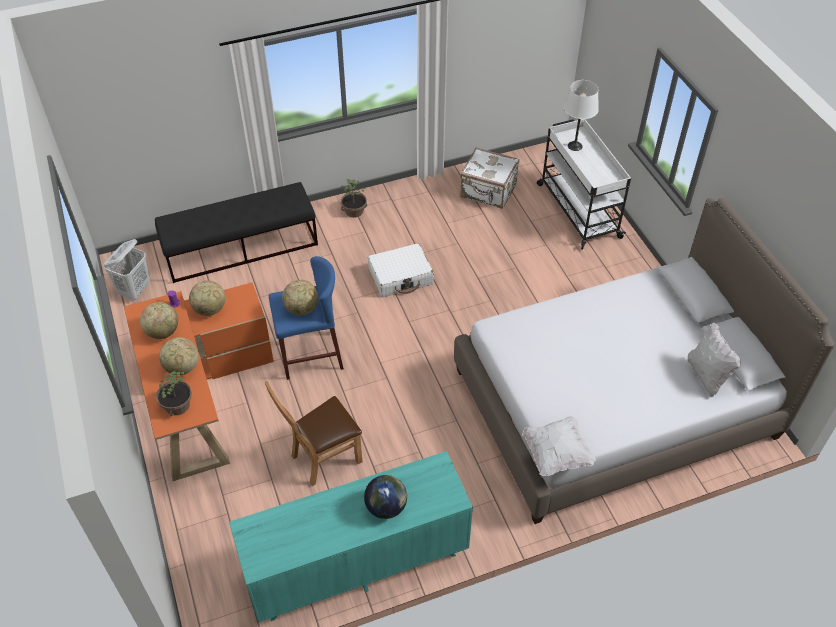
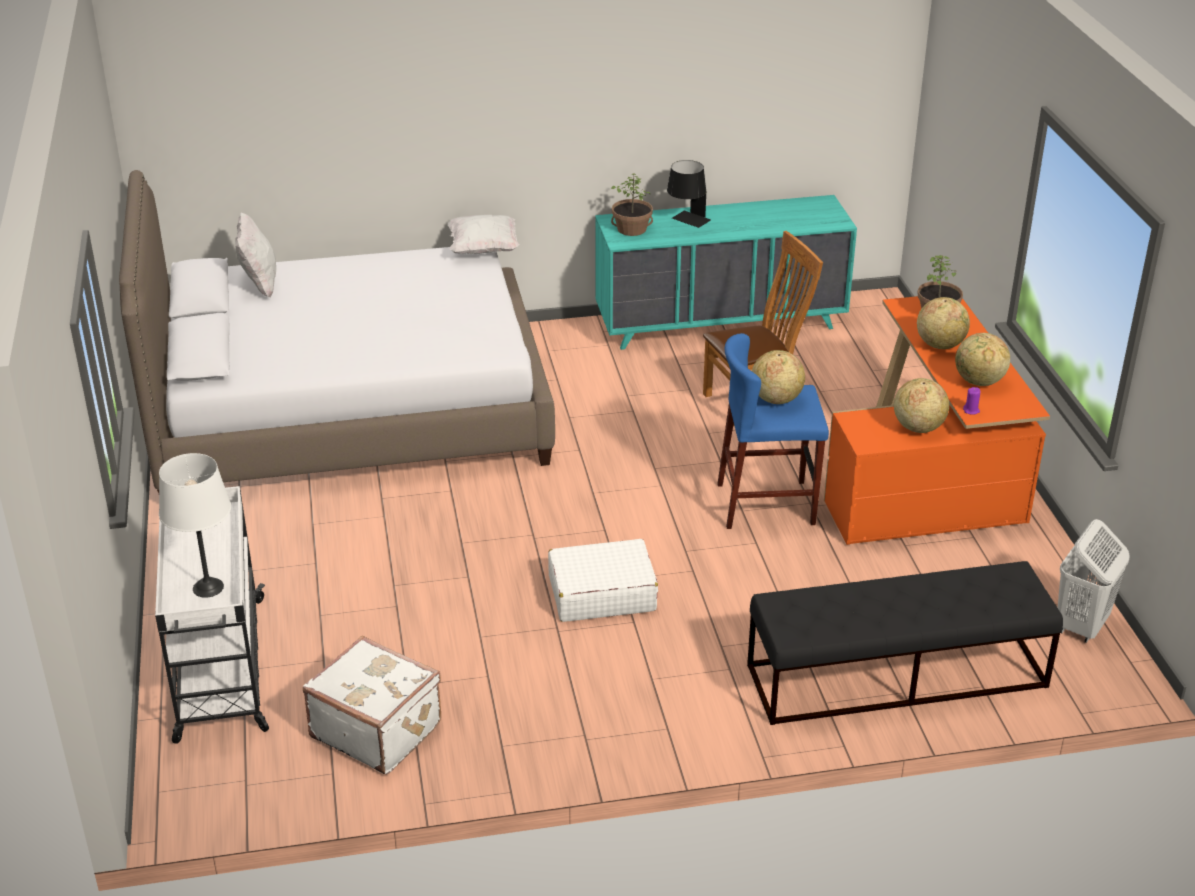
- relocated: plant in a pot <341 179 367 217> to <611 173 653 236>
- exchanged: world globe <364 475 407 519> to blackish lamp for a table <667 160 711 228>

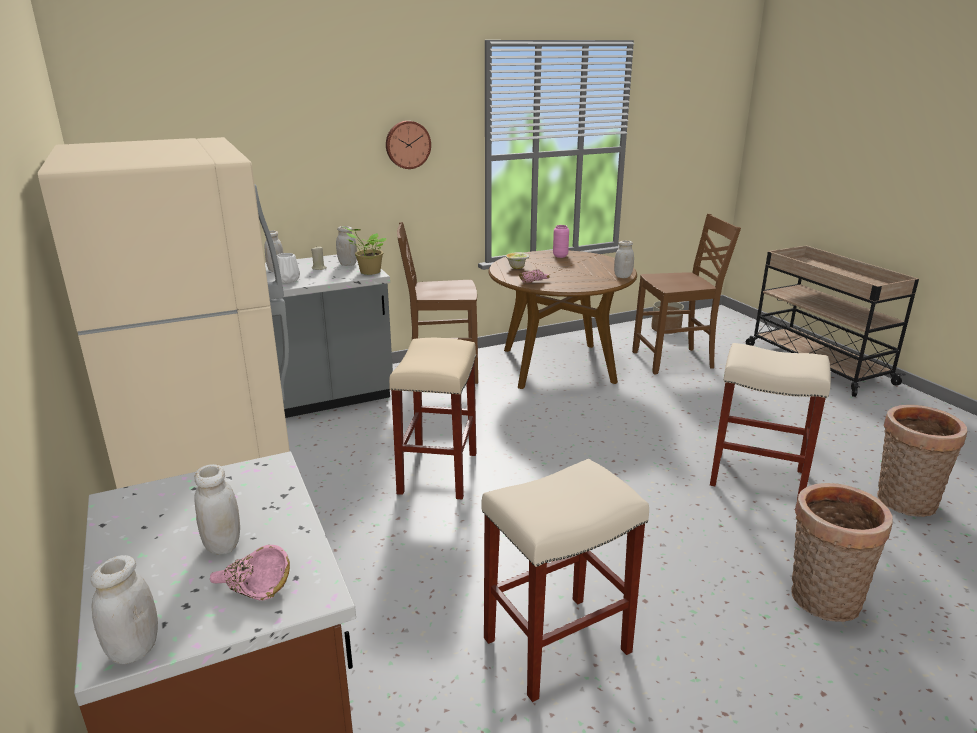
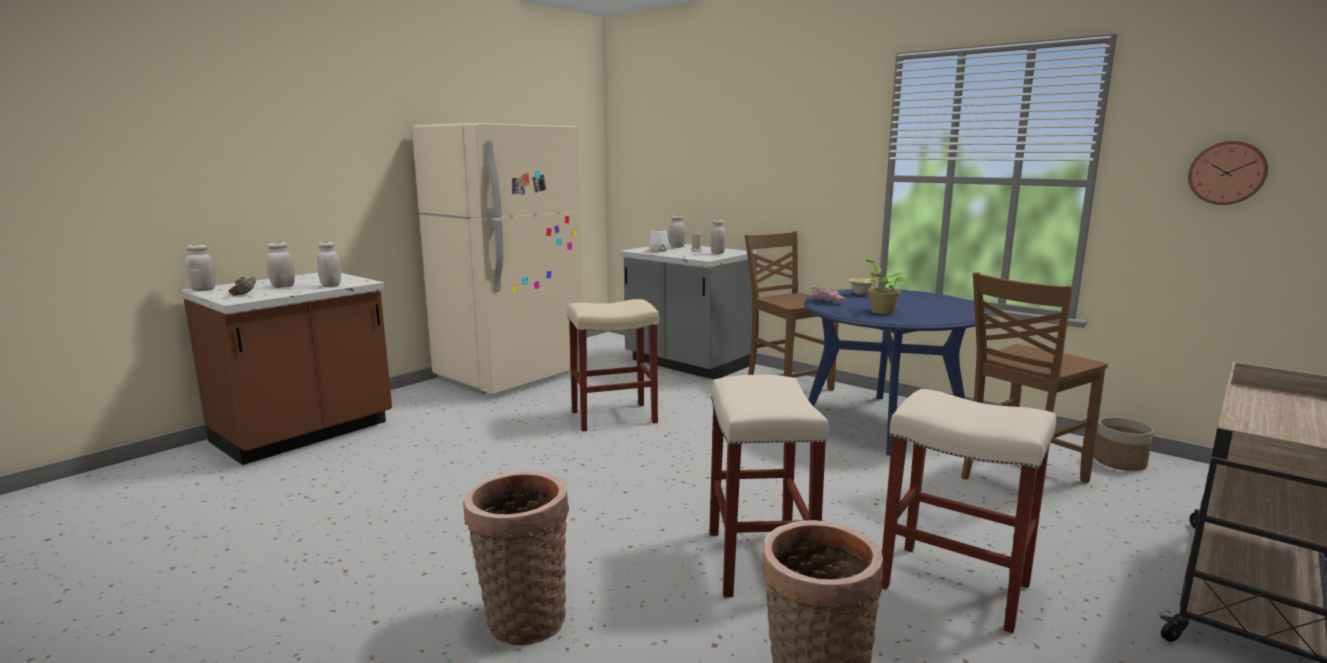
- missing: pink-coloured vase <553 225 569 258>
- relocated: plant in a pot <344 227 386 275> to <865 257 910 314>
- relocated: wall clock <386 121 431 169> to <1188 141 1268 205>
- relocated: sand-coloured stool seat <481 459 649 702> to <882 389 1056 633>
- relocated: white storage jar <614 241 634 278> to <317 242 341 287>
- colour: pink-coloured bowl <210 545 290 601> to gray bowl <228 276 256 296>
- colour: brown dining table <488 250 637 389> to blue-coloured dining table <804 289 990 456>
- spun: brown upright chair <632 214 741 374> = <961 272 1108 483> 90 degrees clockwise

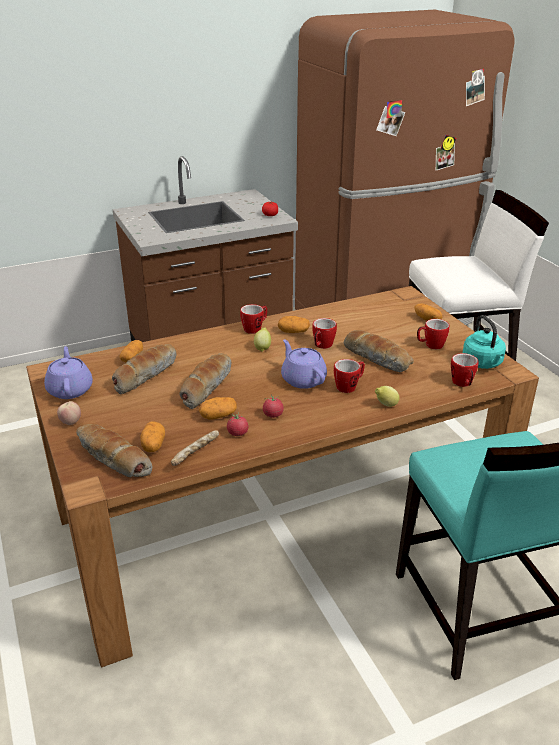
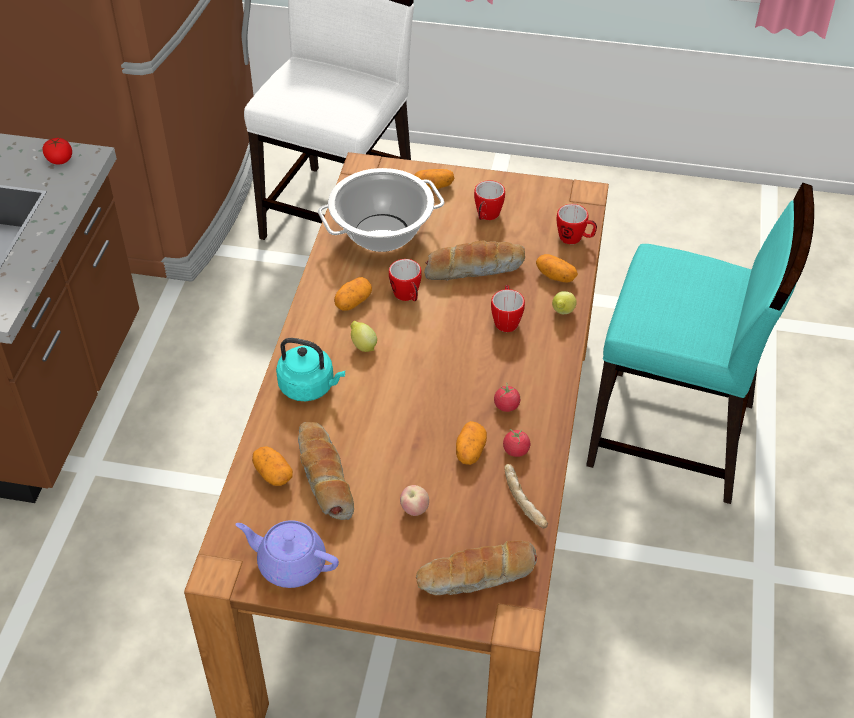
- missing: bakery bread <179 353 231 409>
- missing: mug <240 304 267 334>
- missing: purple pot for tea <281 339 327 389>
- appeared: stockpot <318 168 444 252>
- relocated: apple fruit <57 401 81 425> to <400 485 429 516>
- relocated: spud <140 422 165 452> to <536 254 578 283>
- relocated: turquoise tea kettle <463 315 506 369> to <276 338 345 401>

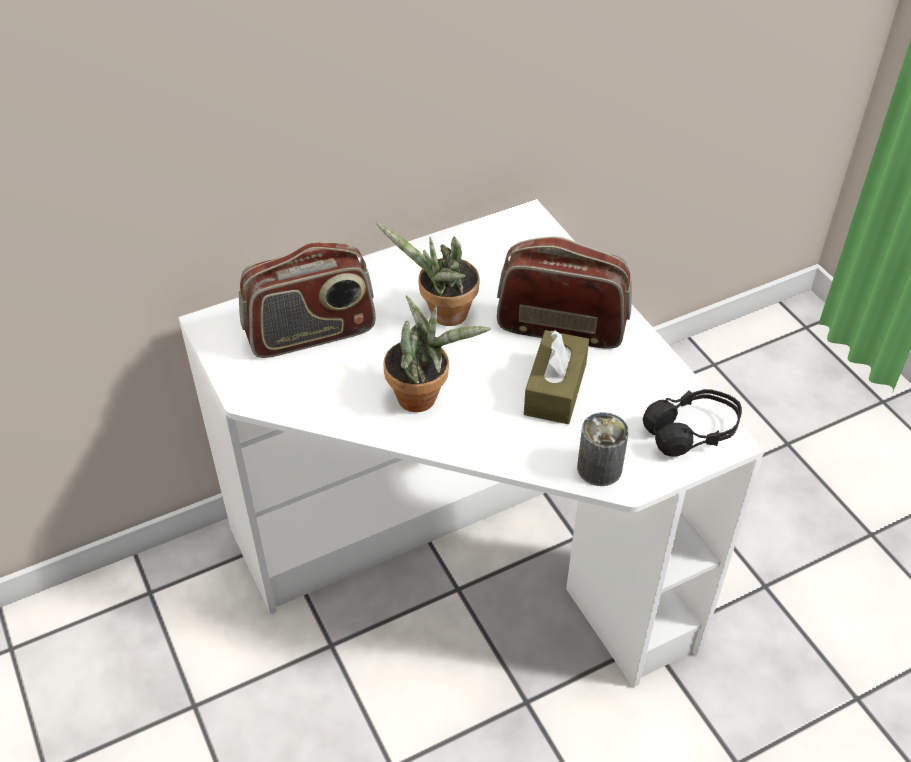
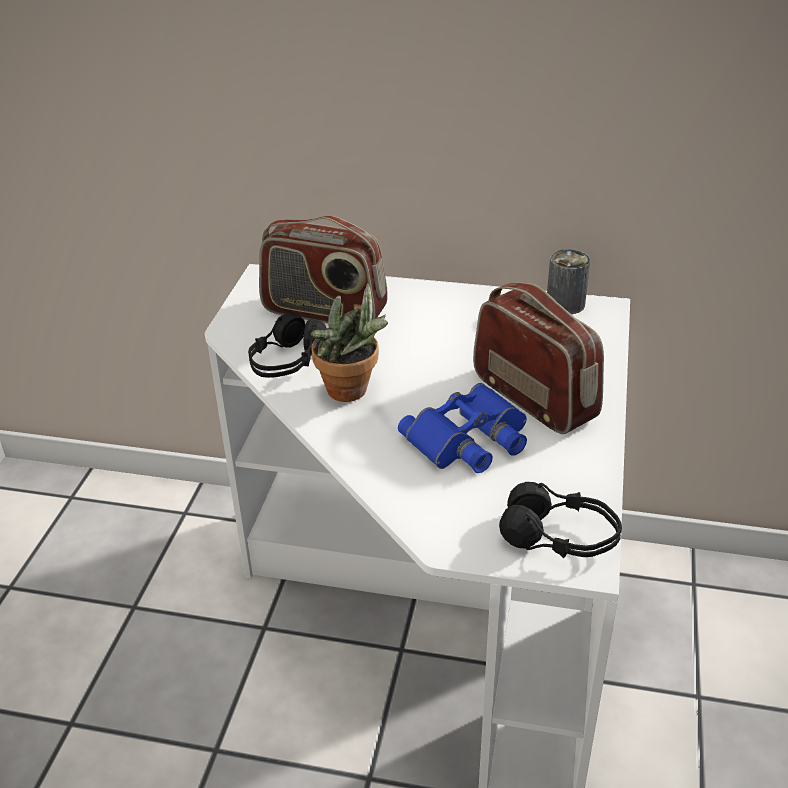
- missing: plant in a pot <377 223 480 326>
- appeared: blackish pair of headphones <248 313 326 378>
- relocated: can <577 412 629 486> to <547 249 590 314>
- exchanged: brown box of tissues <524 330 589 424> to blue-coloured pair of binoculars <398 383 527 473>

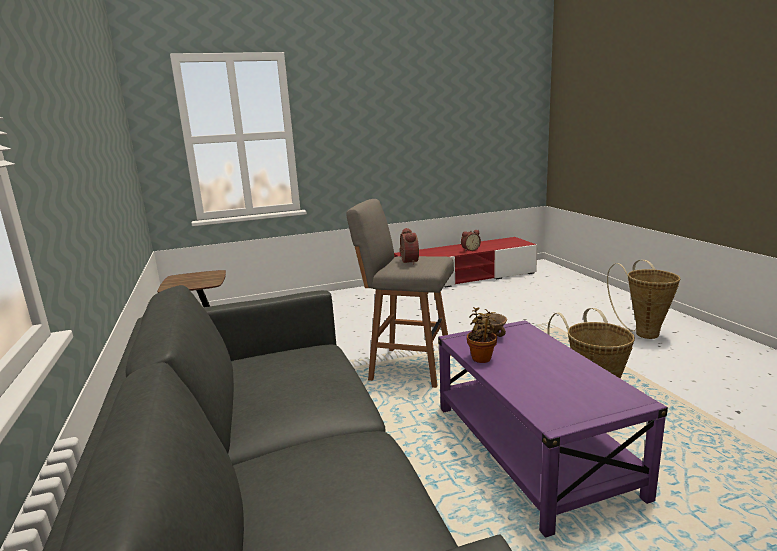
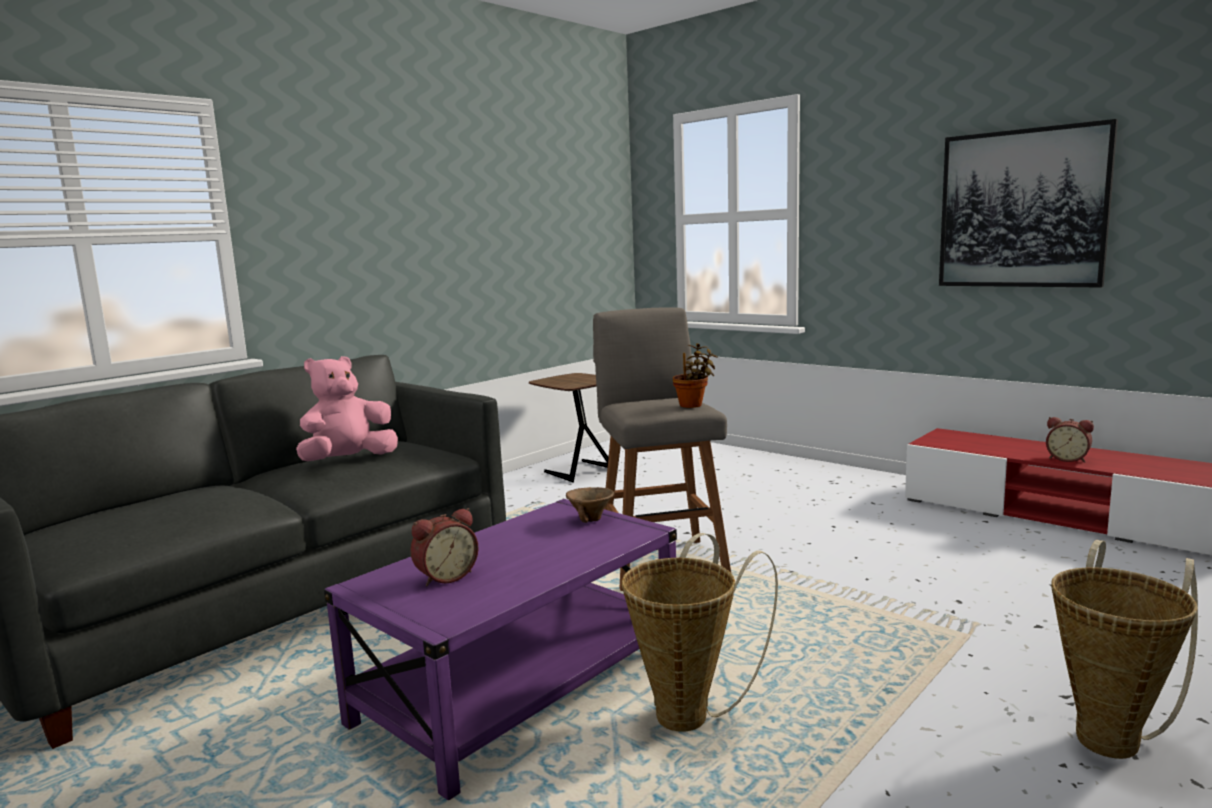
- appeared: pink-coloured cuddly toy <296 356 398 461>
- appeared: wall art <939 119 1118 287>
- relocated: alarm clock <399 228 419 265> to <410 508 479 586>
- relocated: plant in a pot <467 307 497 363> to <673 343 718 408>

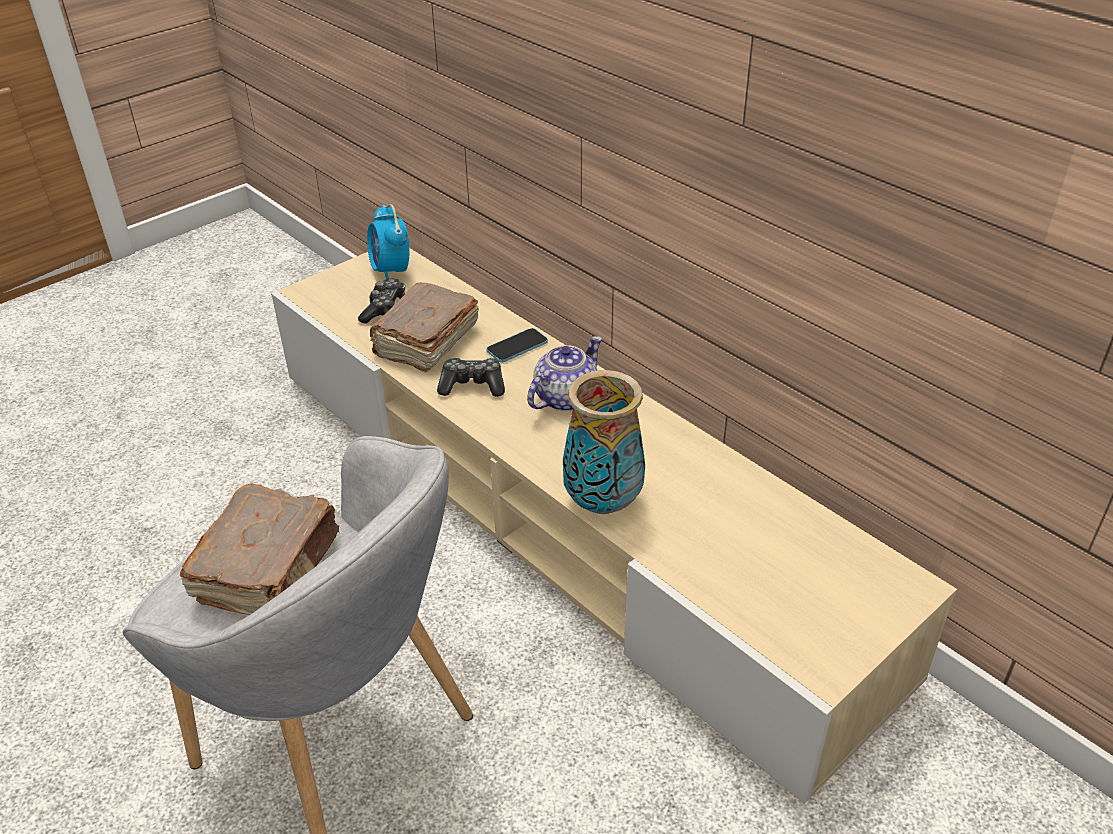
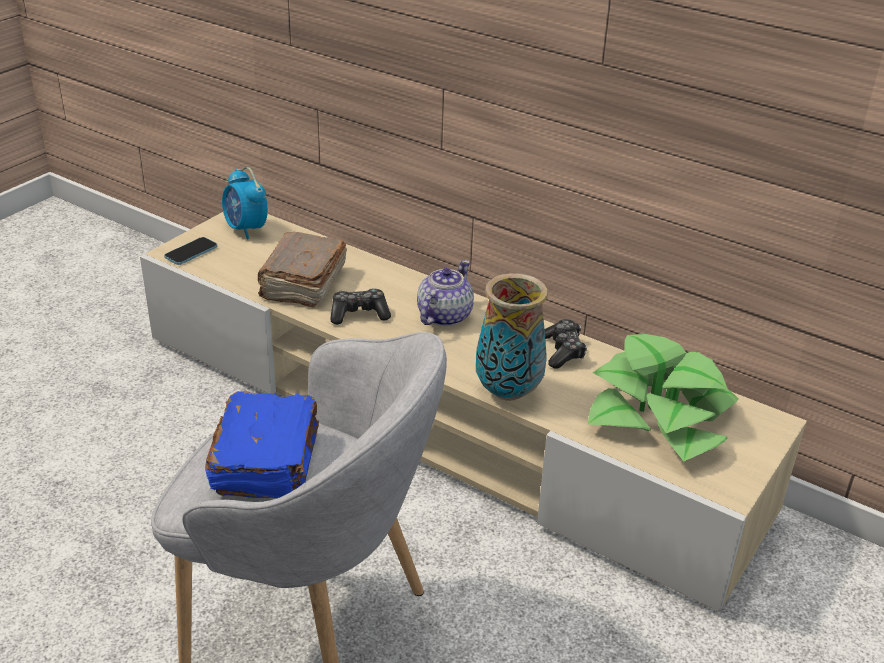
- appeared: plant in a pot <588 334 739 461>
- relocated: game controller <358 278 405 324> to <545 319 587 369>
- relocated: telephone <486 328 548 363> to <164 237 217 265>
- colour: brown volume <180 483 339 615> to blue-coloured volume <205 391 319 498>

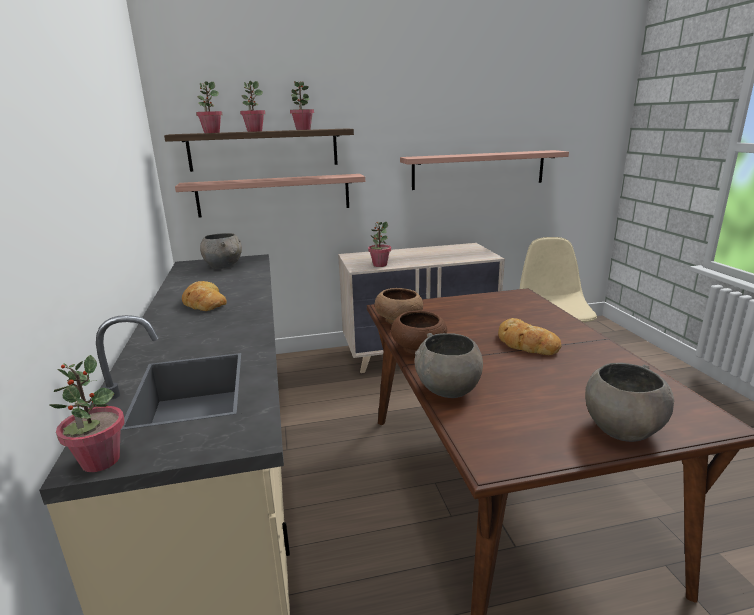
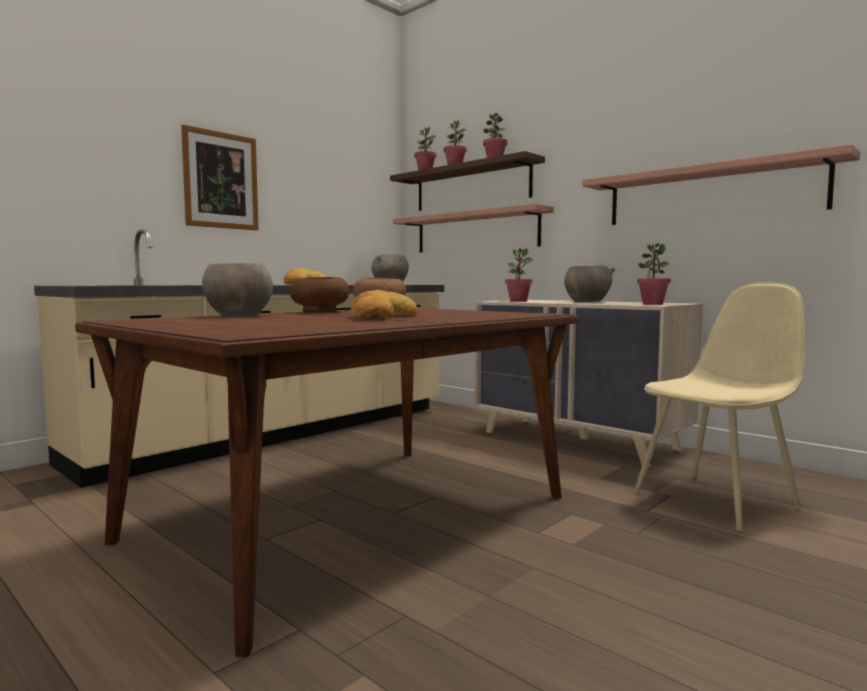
- appeared: wall art <181 125 259 230>
- relocated: plant in a pot <49 355 125 472> to <637 243 671 305>
- relocated: gray bowl <585 363 674 442> to <564 266 616 302>

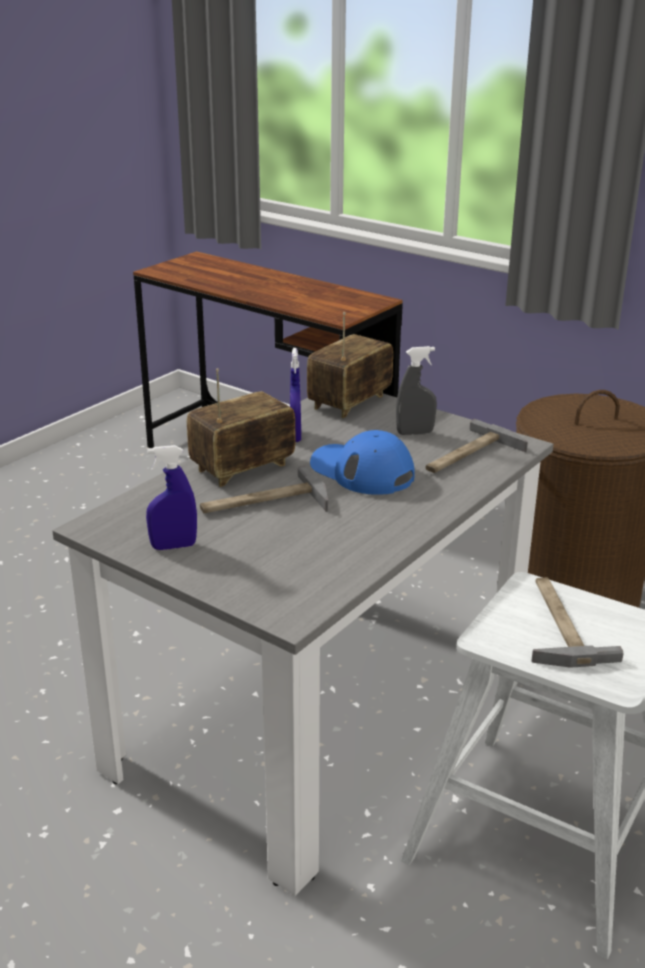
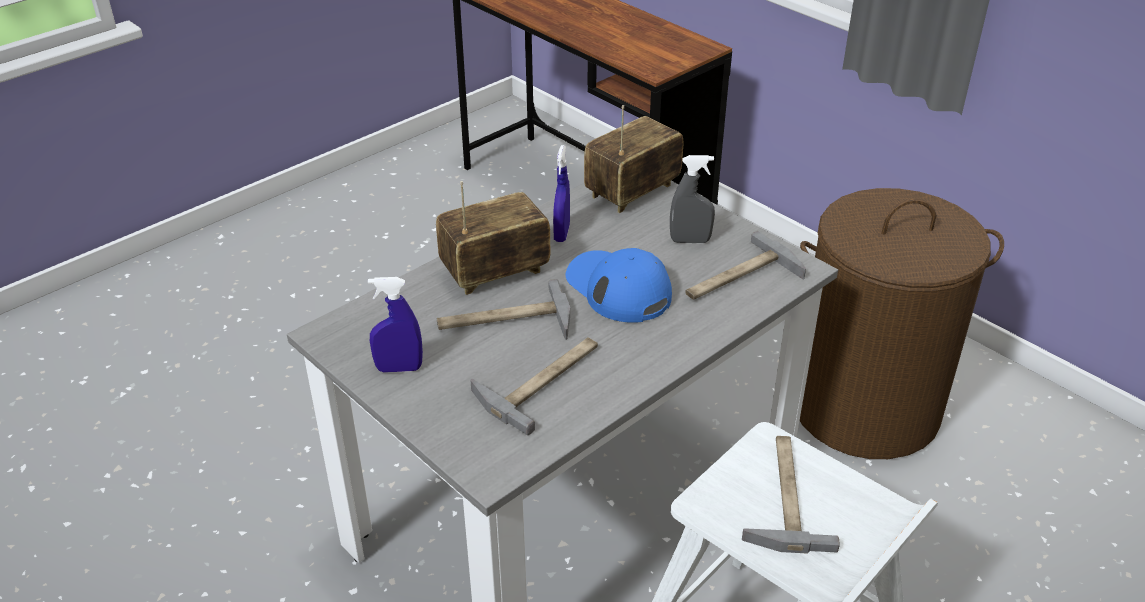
- appeared: hammer <470 337 598 435>

